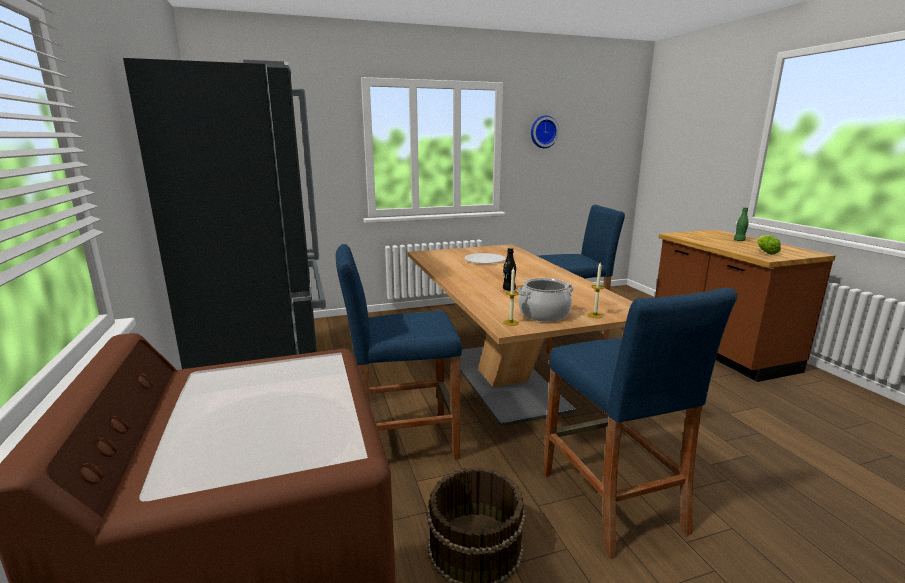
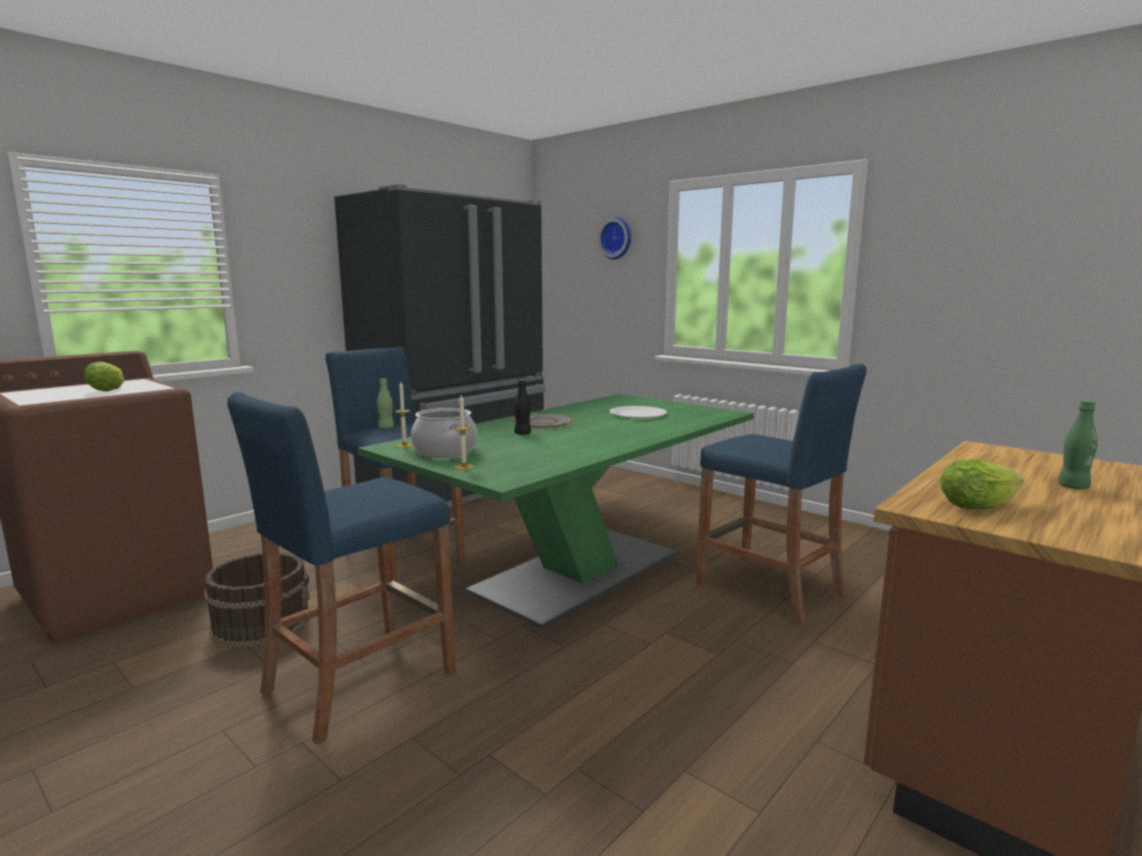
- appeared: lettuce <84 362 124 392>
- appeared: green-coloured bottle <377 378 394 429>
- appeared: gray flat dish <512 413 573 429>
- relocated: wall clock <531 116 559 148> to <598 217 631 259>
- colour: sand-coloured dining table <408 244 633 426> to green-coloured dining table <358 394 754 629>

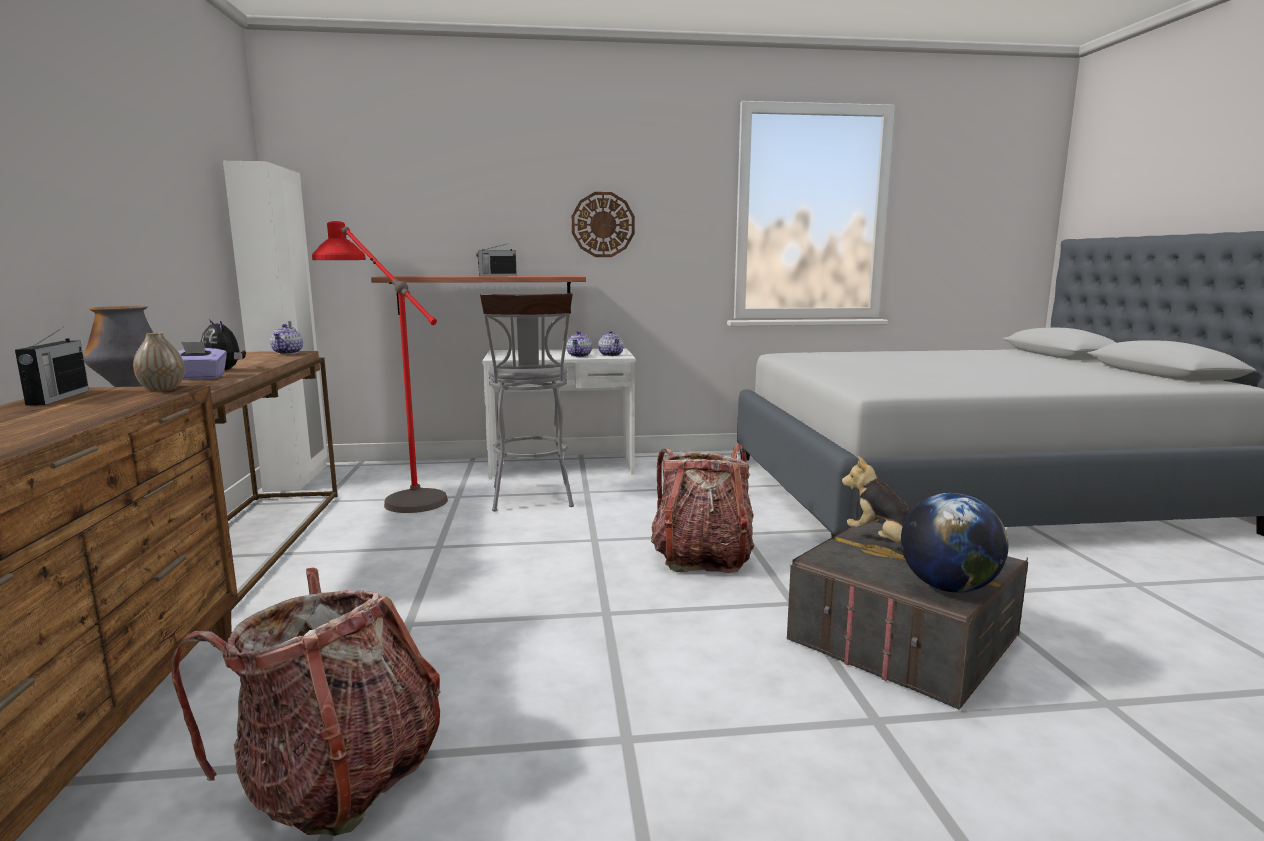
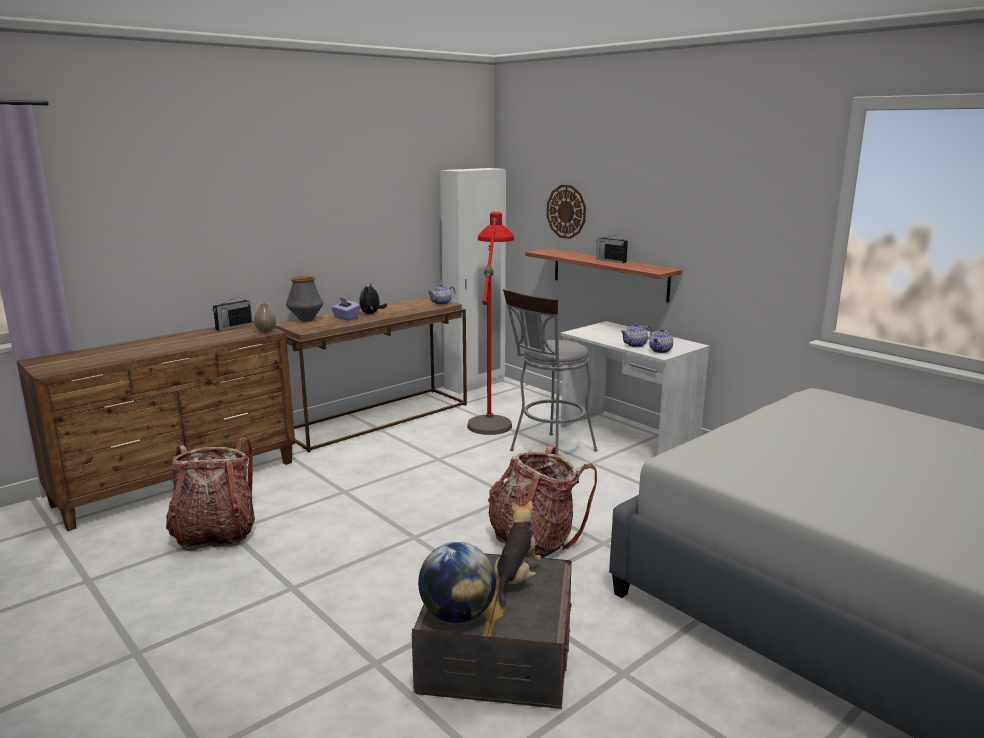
- relocated: wall clock <572 192 635 257> to <547 185 586 239>

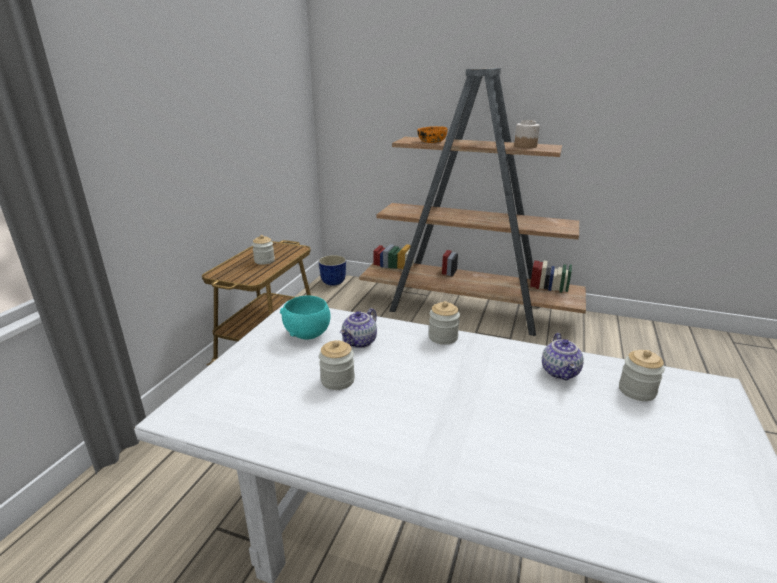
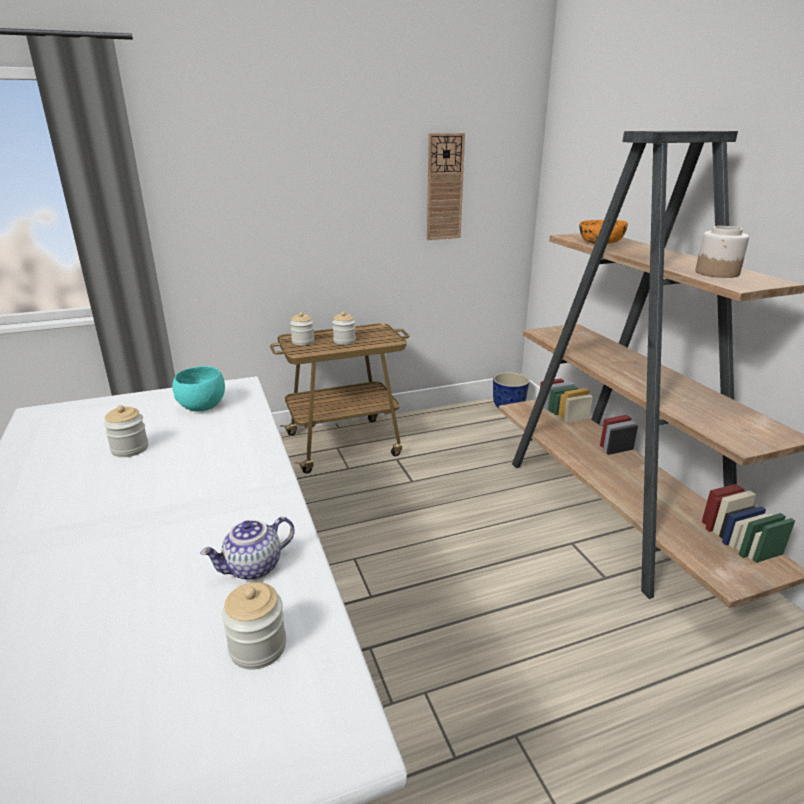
- missing: pot for tea <340 308 377 348>
- appeared: wall clock <427 133 465 240>
- relocated: storage jar <429 301 460 345> to <290 312 314 345>

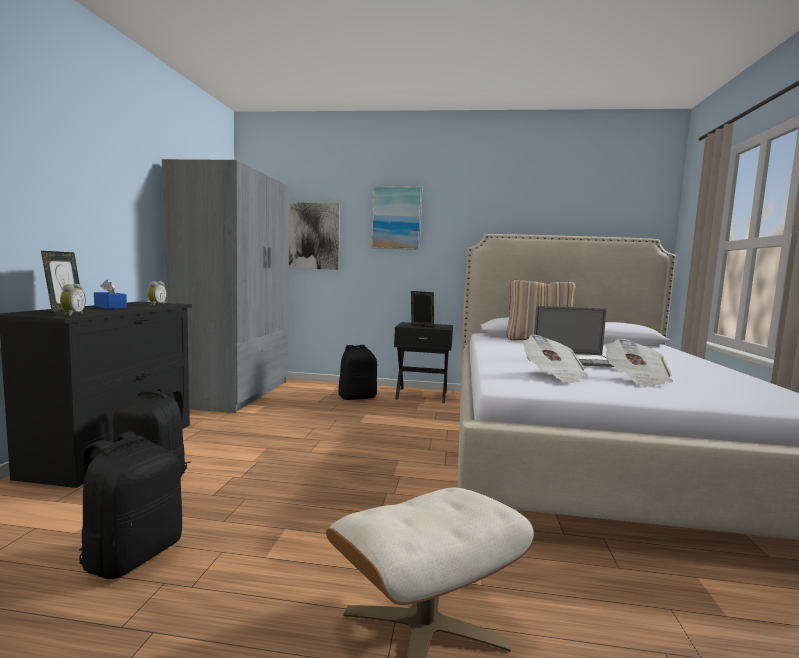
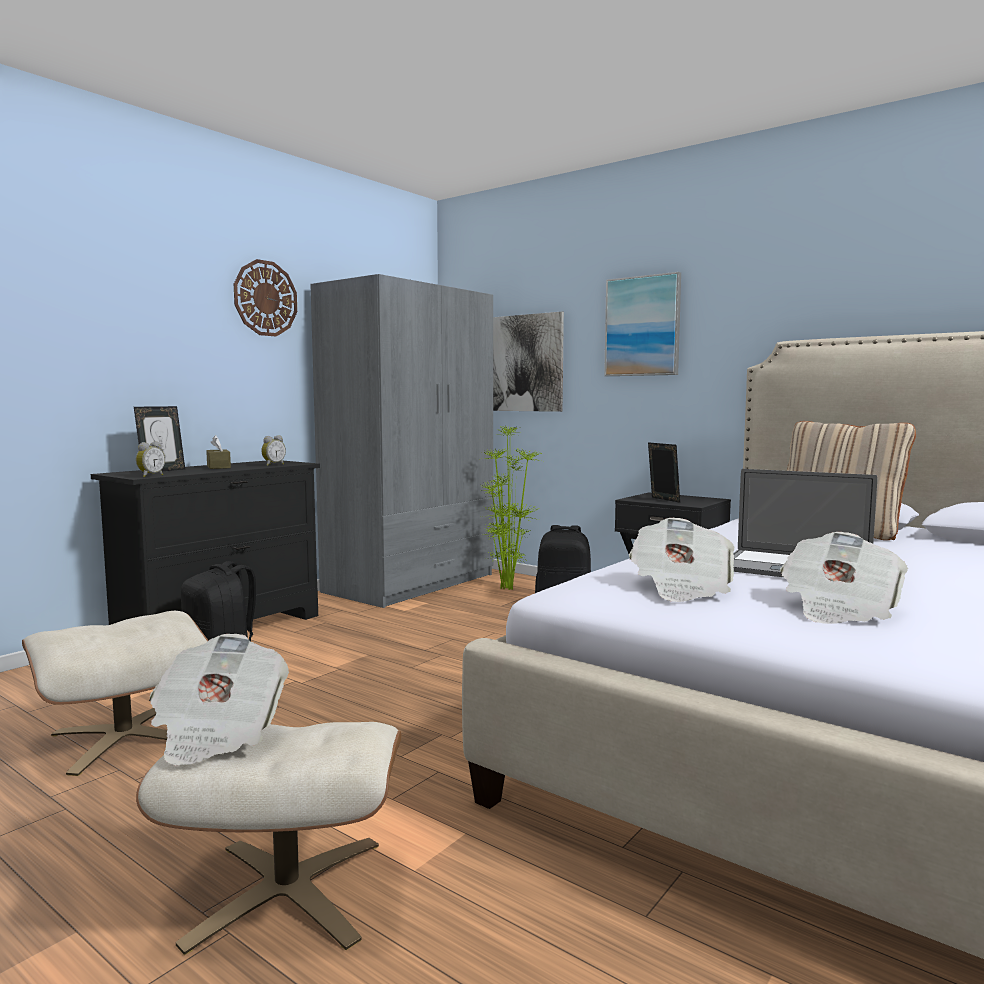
- appeared: newspaper <149 634 289 766>
- appeared: wall clock <234 259 297 336>
- appeared: plant in a pot <481 426 542 590>
- exchanged: blackish knapsack <79 432 182 579> to sand-coloured pouffe <22 611 208 776>
- colour: blue-coloured box of tissues <94 280 127 309> to brown box of tissues <206 435 231 469>

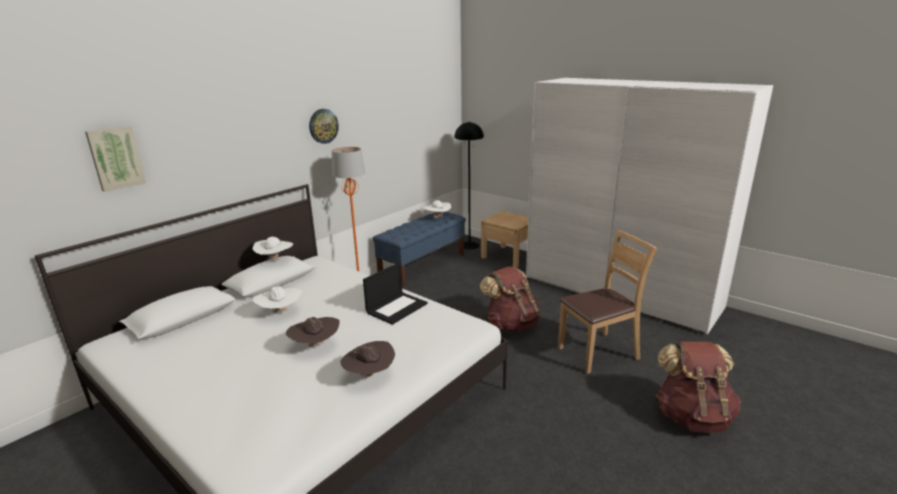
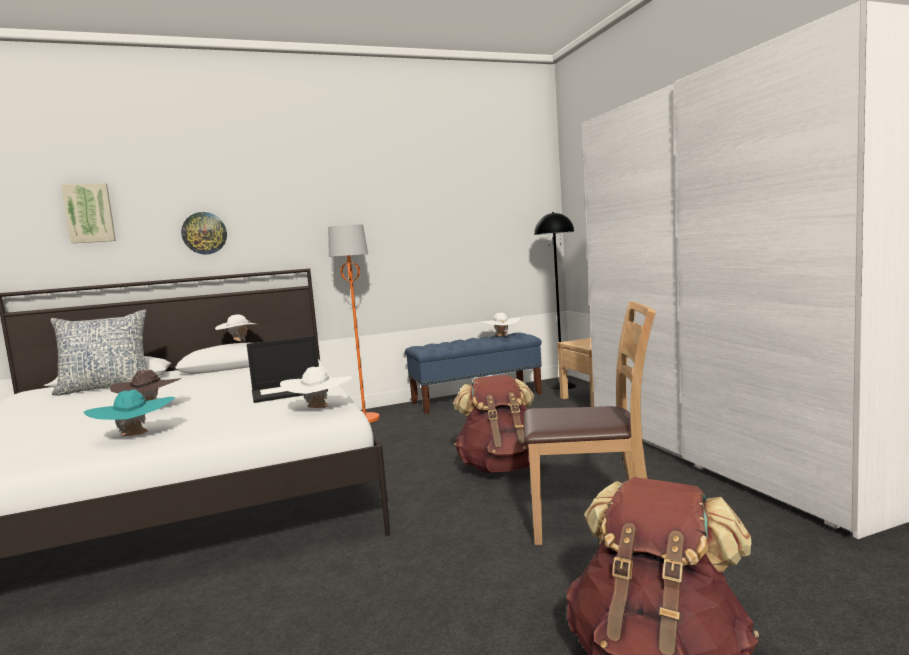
- appeared: cushion <50 309 146 395>
- relocated: white wearable hat <253 286 302 313> to <280 366 352 408>
- relocated: wall clock <309 109 339 144> to <181 212 227 255>
- colour: brown wearable hat <340 341 395 378> to turquoise wearable hat <84 390 175 436>

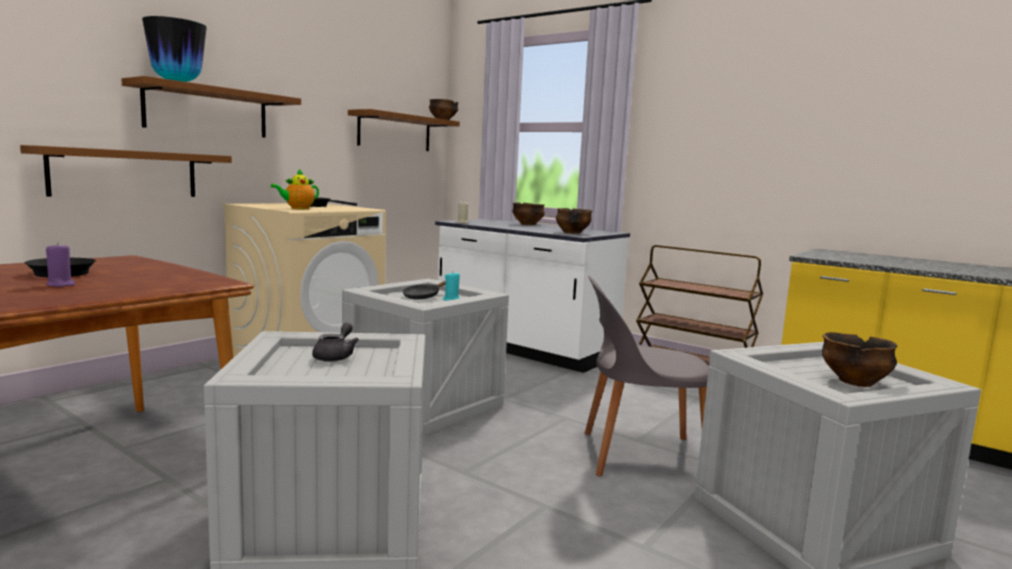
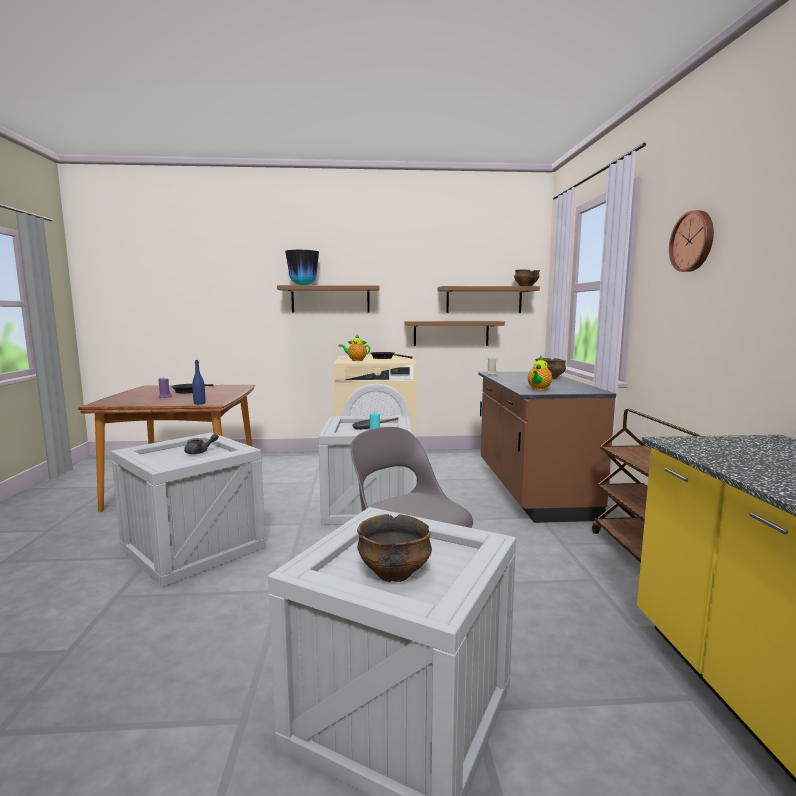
- appeared: blue-coloured bottle <192 360 205 405>
- appeared: wall clock <669 210 714 272>
- relocated: brown shelf <20 145 232 197> to <405 321 505 346>
- exchanged: bowl <556 208 592 234> to pot for tea <528 356 552 390>
- colour: white kitchen base unit <435 219 630 373> to brown kitchen base unit <478 371 616 523>

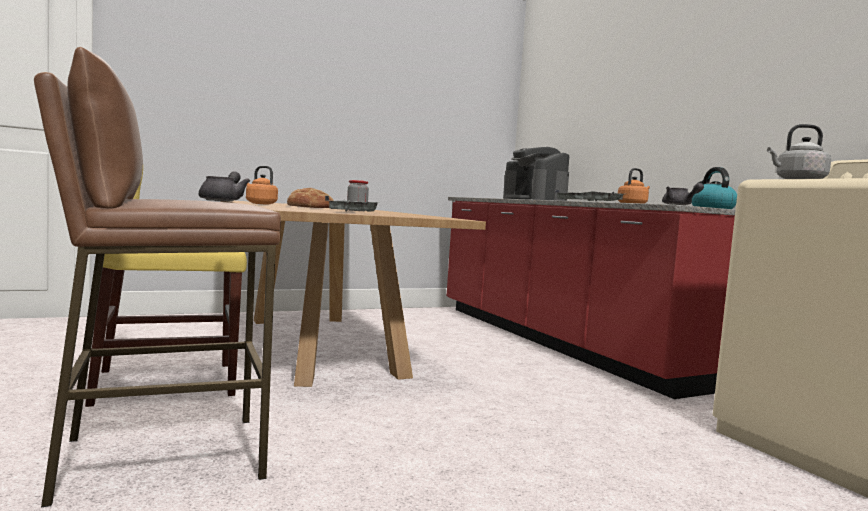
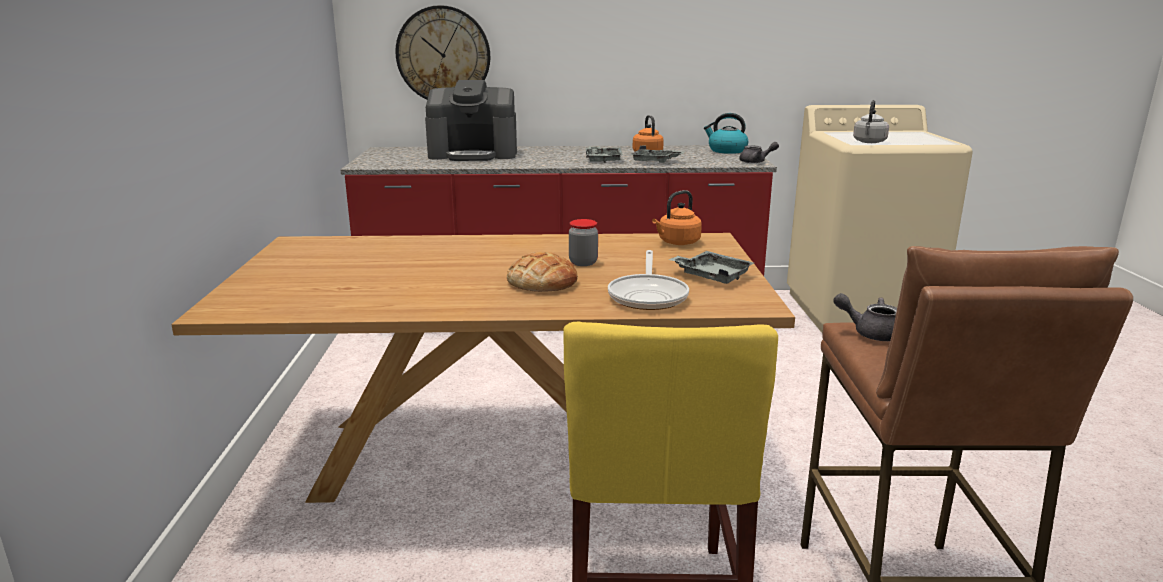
- appeared: wall clock <395 5 490 99>
- appeared: skillet <608 250 689 310>
- relocated: orange-coloured tea kettle <246 166 278 205> to <652 190 702 245>

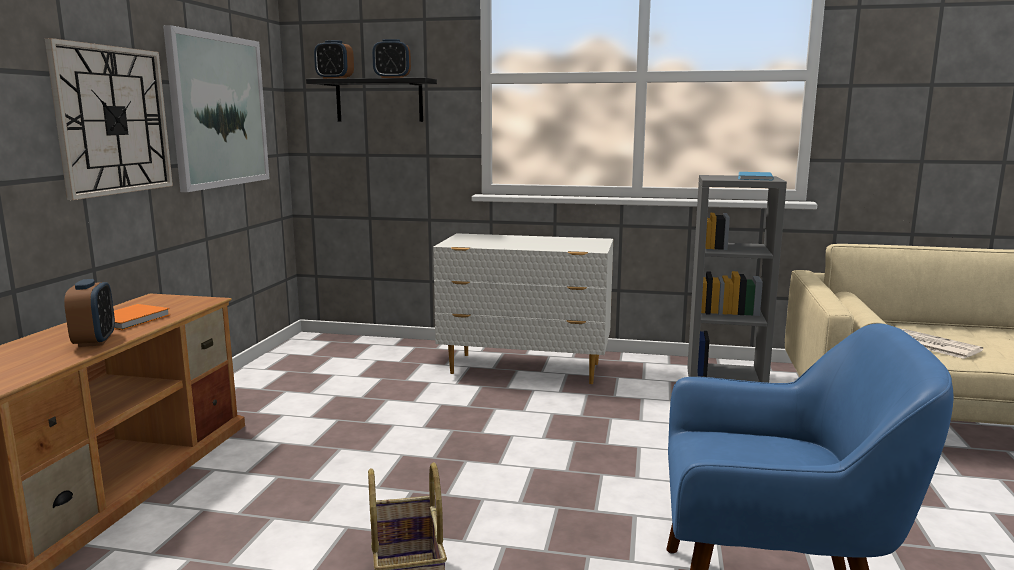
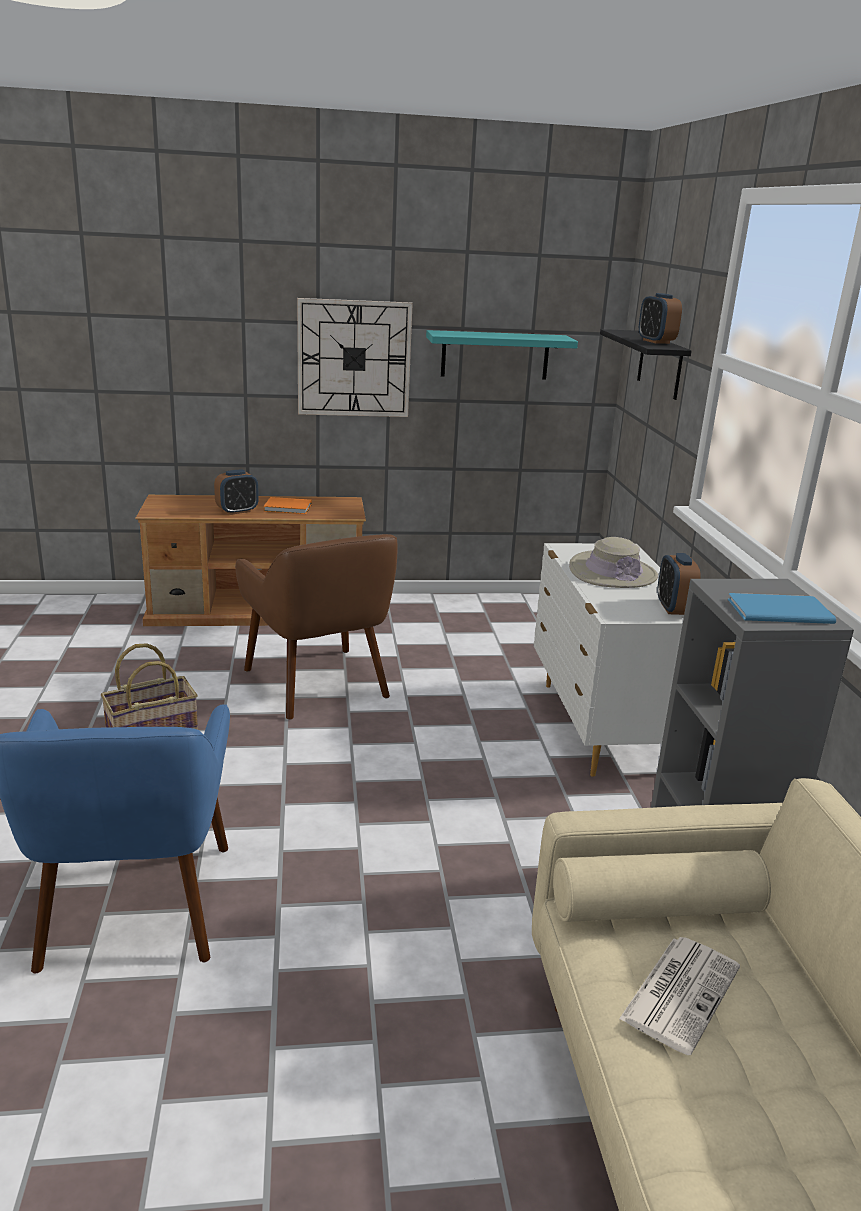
- appeared: brown armchair <235 534 398 720>
- appeared: sand-coloured wearable hat <569 537 658 588>
- relocated: alarm clock <314 40 354 79> to <657 553 701 615>
- exchanged: wall art <163 25 269 192> to turquoise shelf <426 330 578 380>

